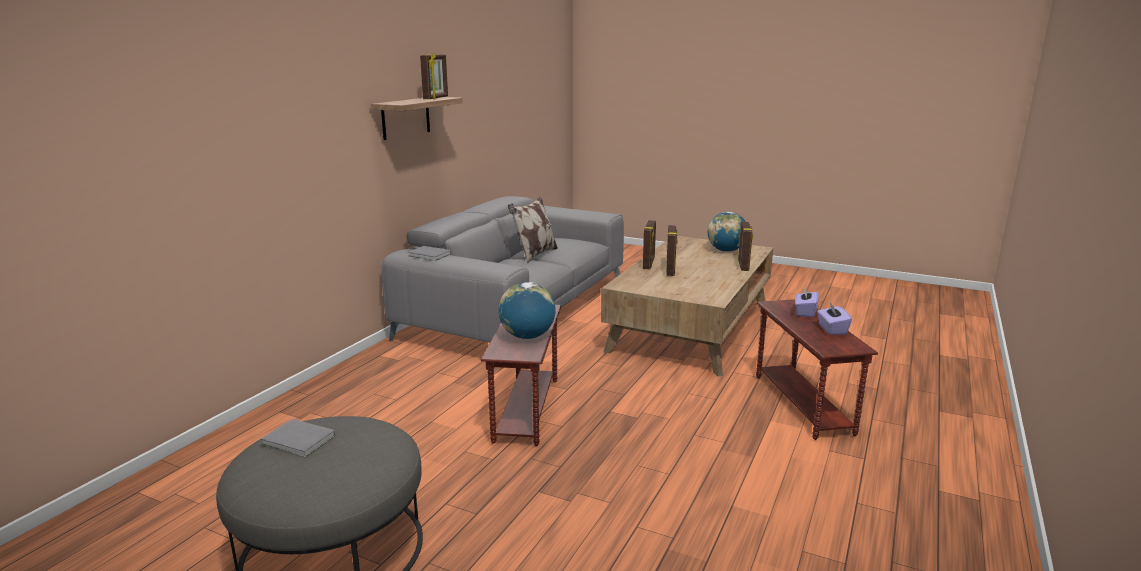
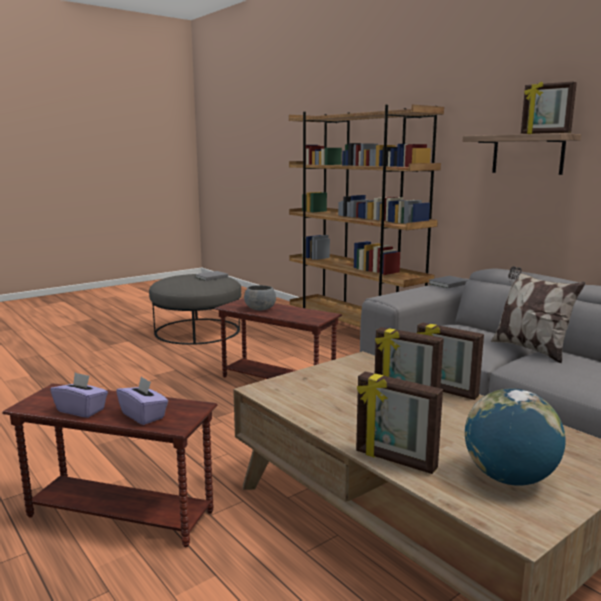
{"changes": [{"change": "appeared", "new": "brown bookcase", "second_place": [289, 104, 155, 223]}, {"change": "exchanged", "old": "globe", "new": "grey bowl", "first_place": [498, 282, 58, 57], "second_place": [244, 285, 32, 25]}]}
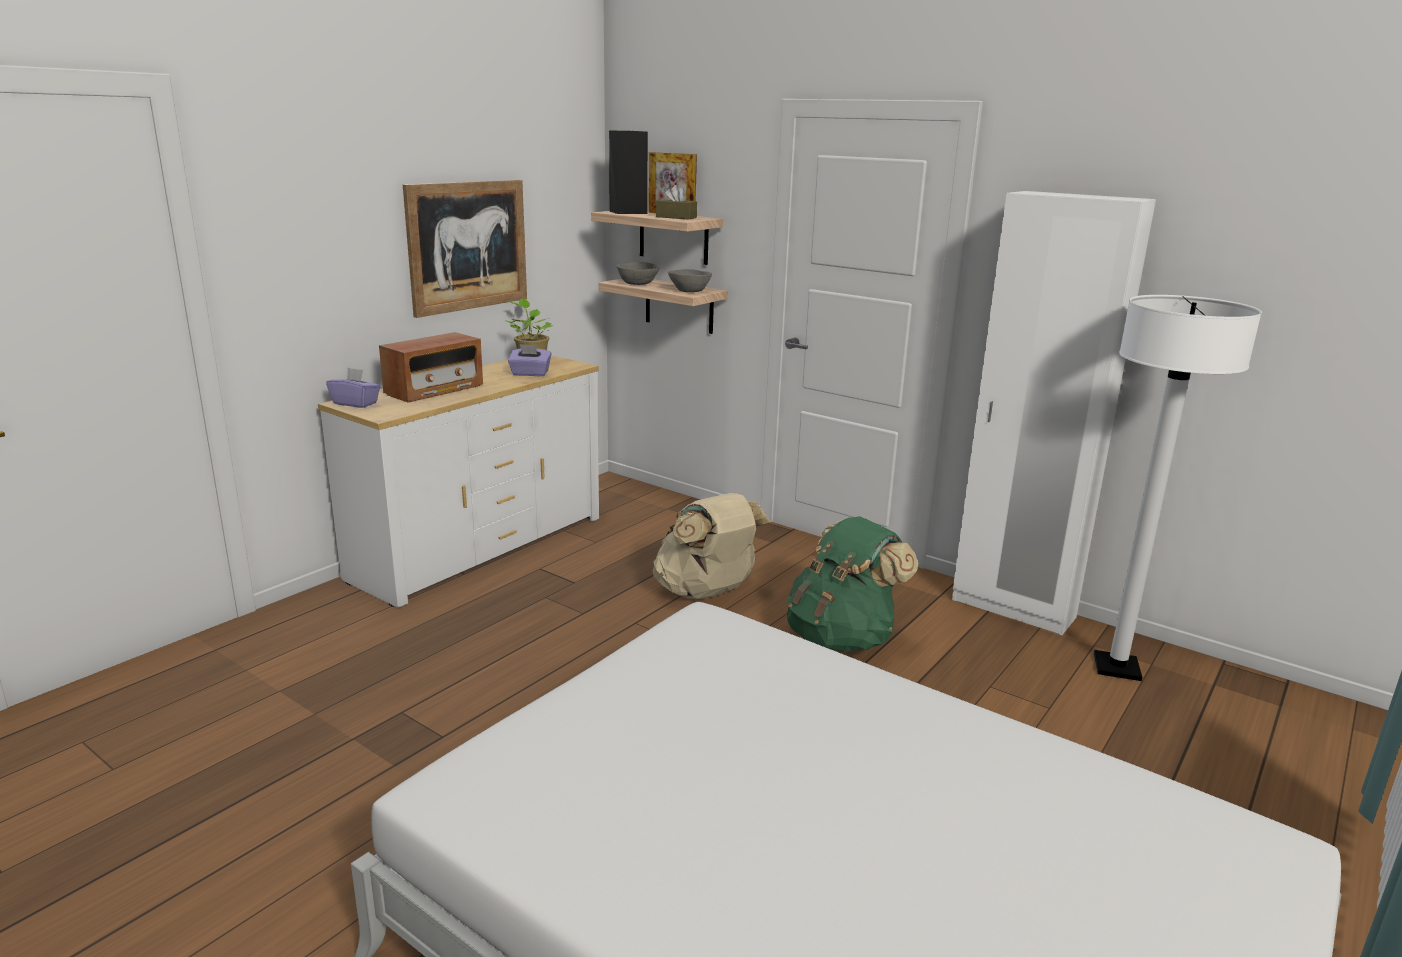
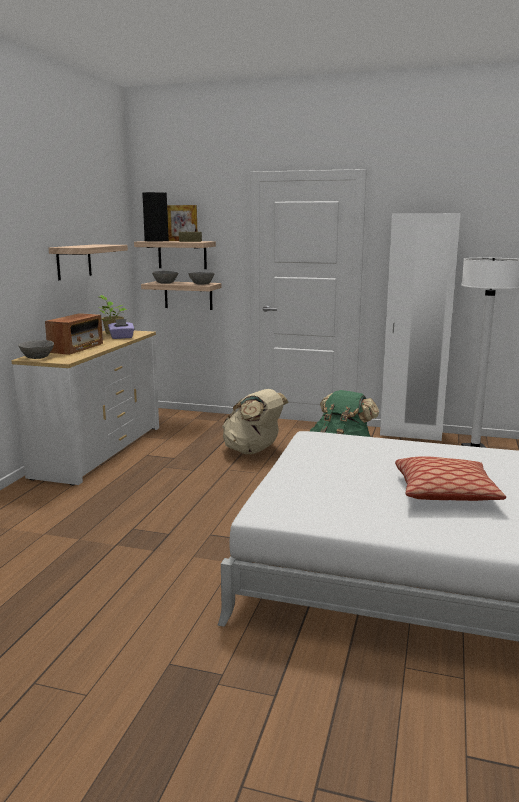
{"changes": [{"change": "appeared", "new": "pillow", "second_place": [395, 456, 111, 45]}, {"change": "exchanged", "old": "purple tissue box", "new": "grey bowl", "first_place": [326, 368, 55, 40], "second_place": [18, 340, 36, 19]}, {"change": "exchanged", "old": "picture", "new": "shelf", "first_place": [403, 180, 124, 138], "second_place": [49, 244, 79, 36]}]}
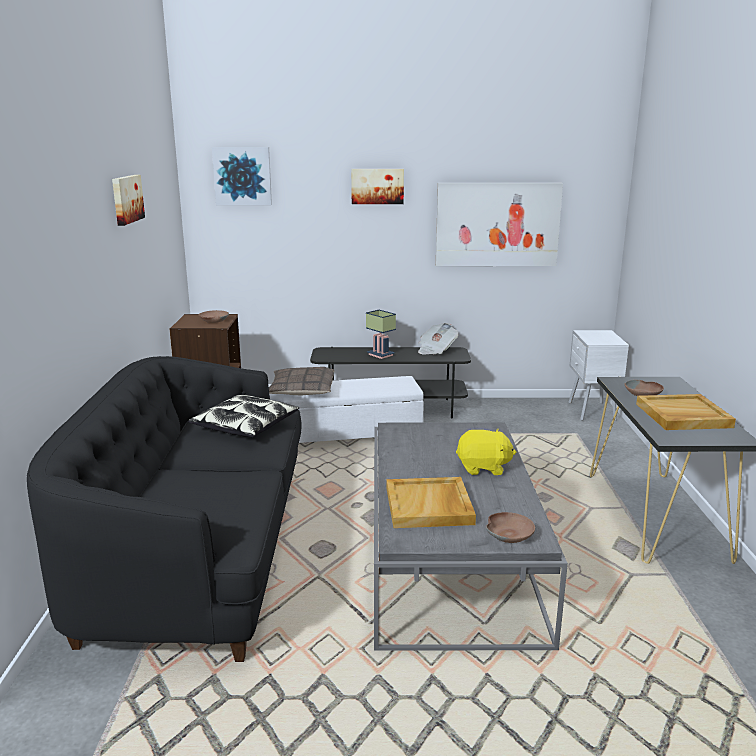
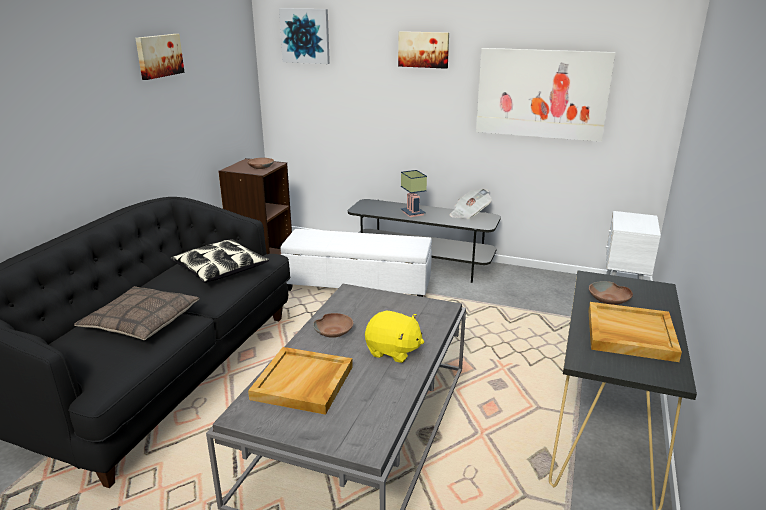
{"changes": [{"change": "relocated", "old": "pillow", "first_place": [269, 367, 65, 28], "second_place": [74, 286, 125, 54]}, {"change": "relocated", "old": "brown bowl", "first_place": [486, 512, 49, 31], "second_place": [313, 313, 40, 25]}]}
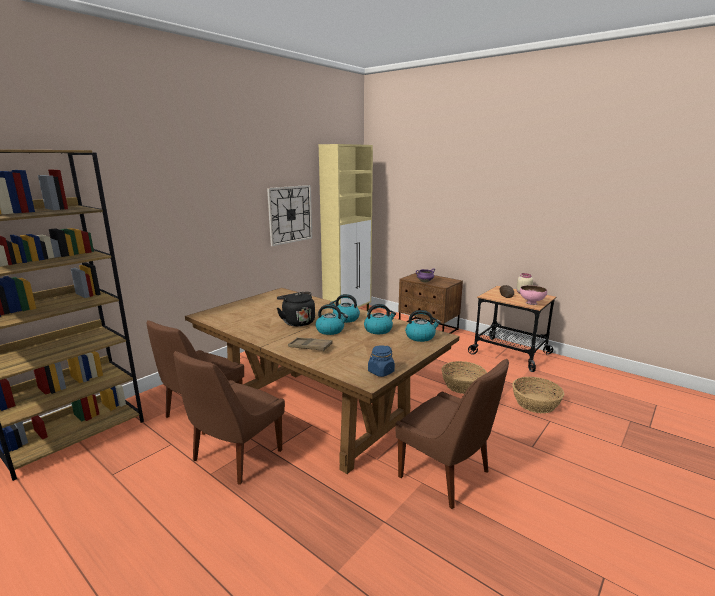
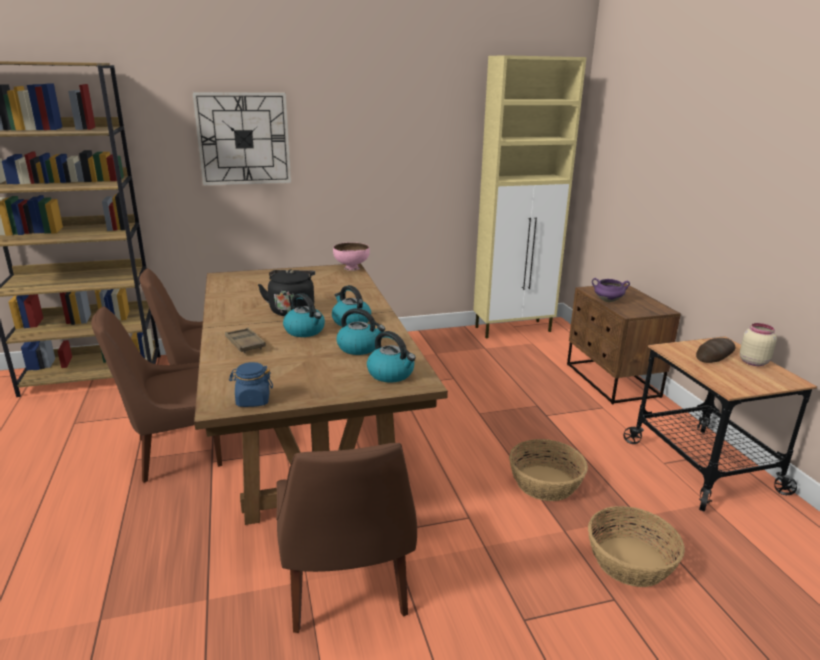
{"changes": [{"change": "relocated", "old": "wall clock", "first_place": [267, 185, 45, 61], "second_place": [192, 92, 99, 94]}, {"change": "relocated", "old": "pink bowl", "first_place": [520, 285, 27, 20], "second_place": [333, 242, 37, 29]}]}
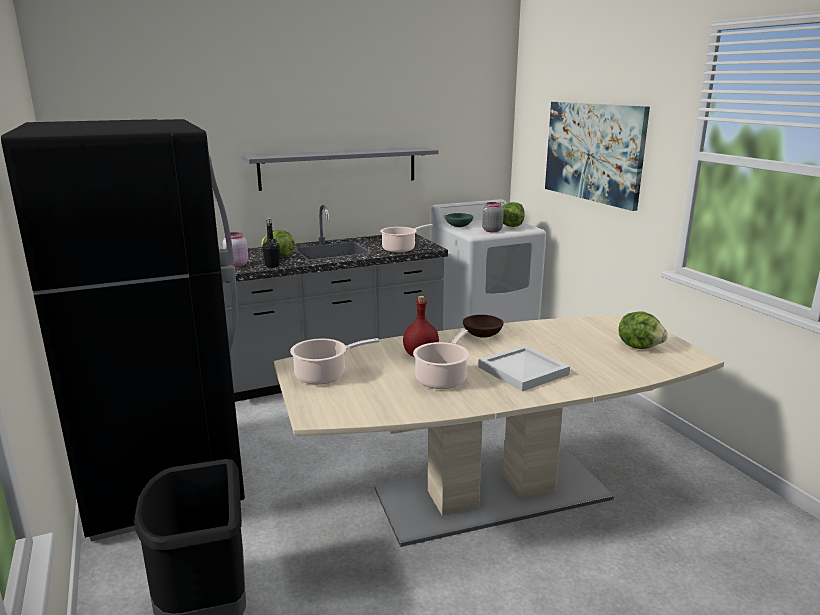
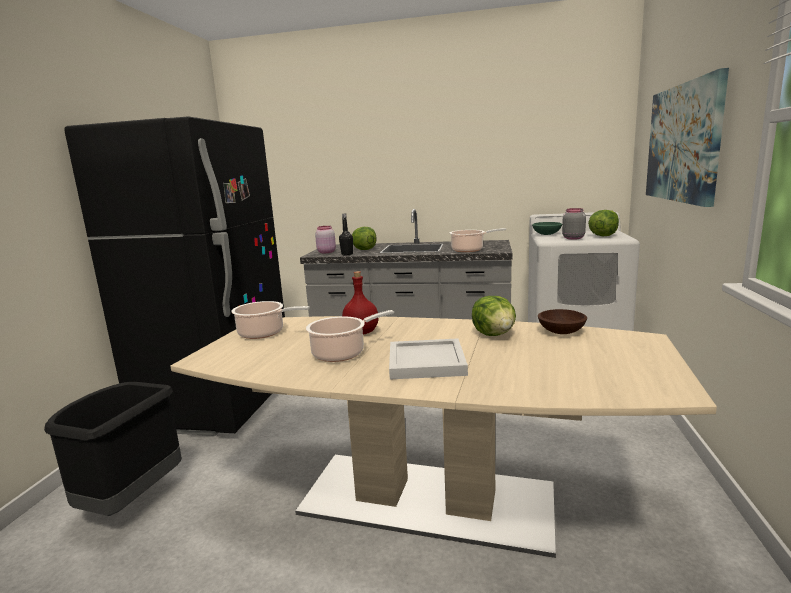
{"changes": [{"change": "missing", "old": "grey shelf", "first_place": [242, 147, 197, 44]}, {"change": "relocated", "old": "brown bowl", "first_place": [463, 315, 41, 23], "second_place": [538, 309, 49, 25]}, {"change": "relocated", "old": "lettuce", "first_place": [619, 311, 49, 38], "second_place": [472, 296, 44, 40]}]}
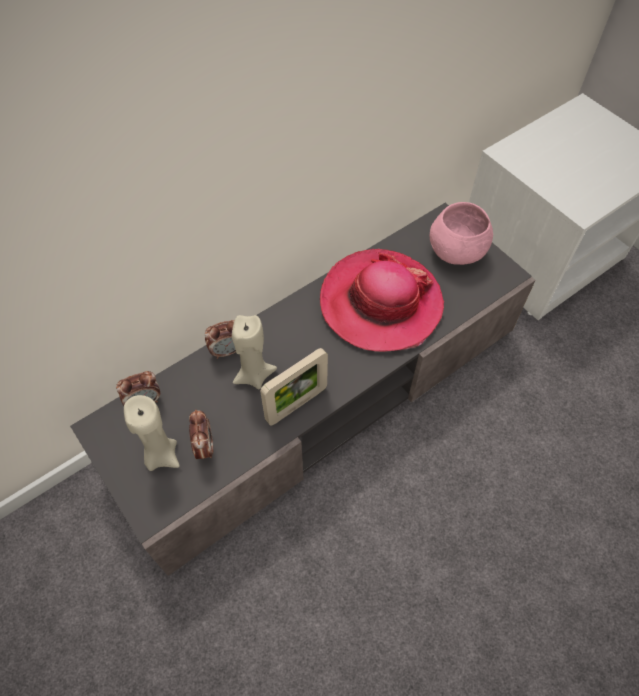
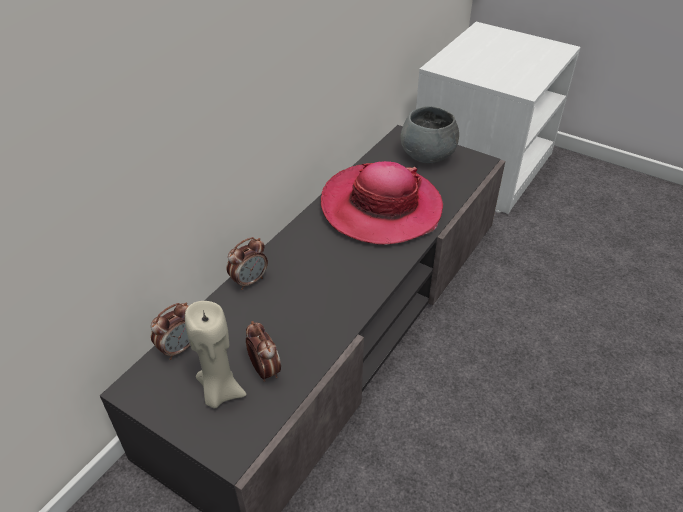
{"changes": [{"change": "missing", "old": "beige candle", "first_place": [232, 315, 45, 74]}, {"change": "missing", "old": "picture frame", "first_place": [260, 348, 68, 78]}, {"change": "colour", "old": "pink bowl", "new": "grey bowl", "first_place": [430, 202, 63, 63], "second_place": [400, 106, 59, 57]}]}
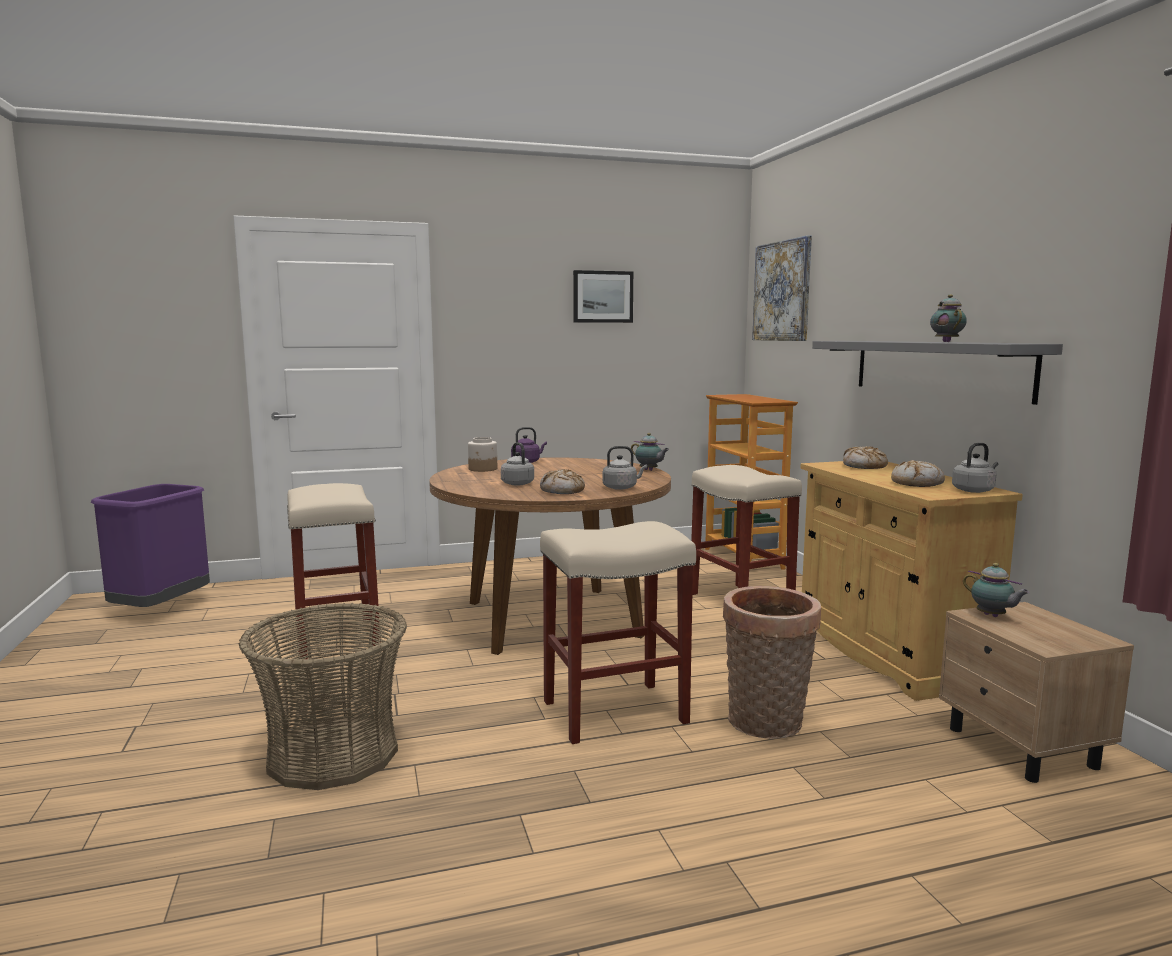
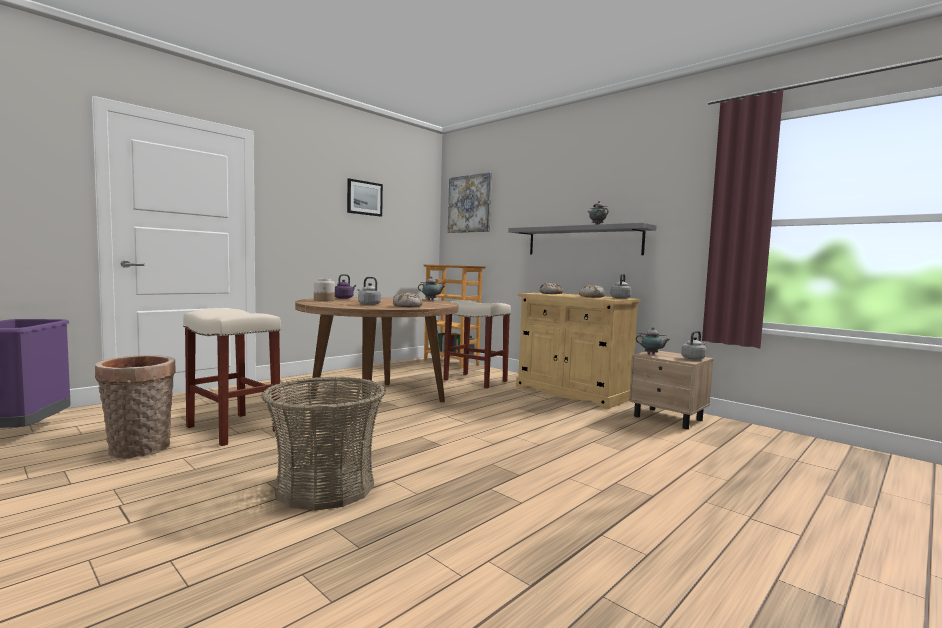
{"changes": [{"change": "missing", "old": "beige stool", "first_place": [540, 521, 156, 223]}, {"change": "relocated", "old": "grey kettle", "first_place": [603, 446, 44, 44], "second_place": [681, 331, 25, 29]}, {"change": "relocated", "old": "basket", "first_place": [723, 586, 98, 153], "second_place": [95, 355, 81, 104]}]}
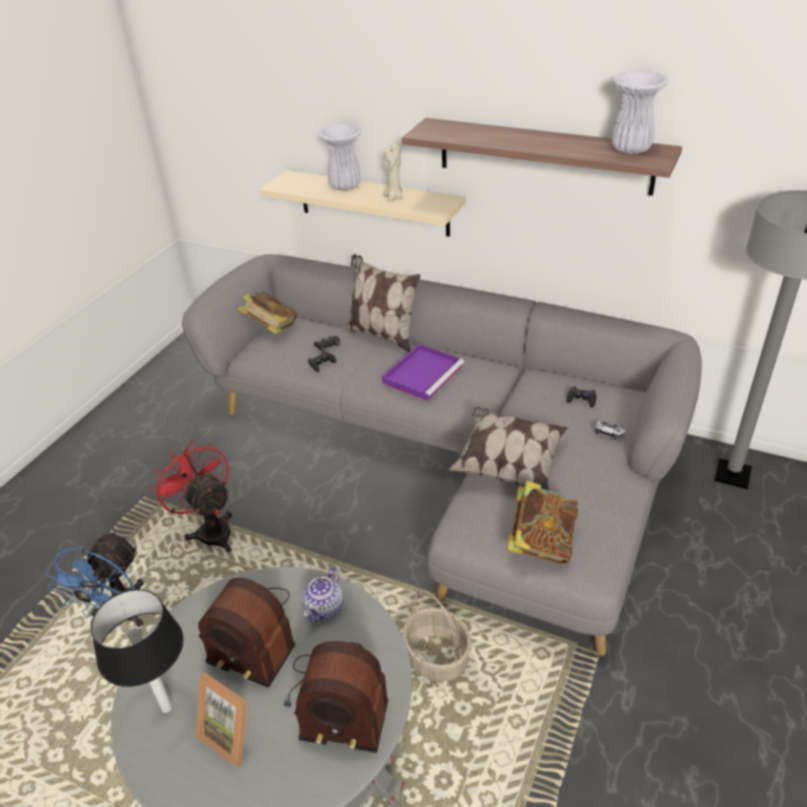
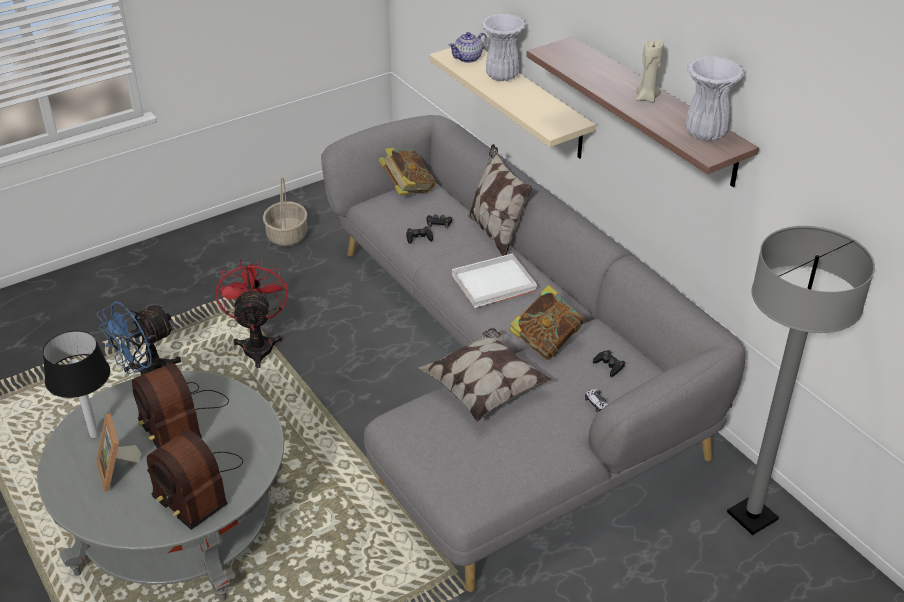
{"changes": [{"change": "relocated", "old": "teapot", "first_place": [302, 567, 42, 55], "second_place": [449, 32, 39, 31]}, {"change": "relocated", "old": "beige candle", "first_place": [383, 144, 20, 57], "second_place": [636, 39, 28, 64]}, {"change": "relocated", "old": "basket", "first_place": [402, 590, 69, 92], "second_place": [263, 177, 45, 70]}, {"change": "relocated", "old": "book", "first_place": [506, 481, 72, 83], "second_place": [509, 285, 75, 75]}, {"change": "colour", "old": "purple tray", "new": "white tray", "first_place": [382, 344, 82, 57], "second_place": [452, 253, 85, 55]}]}
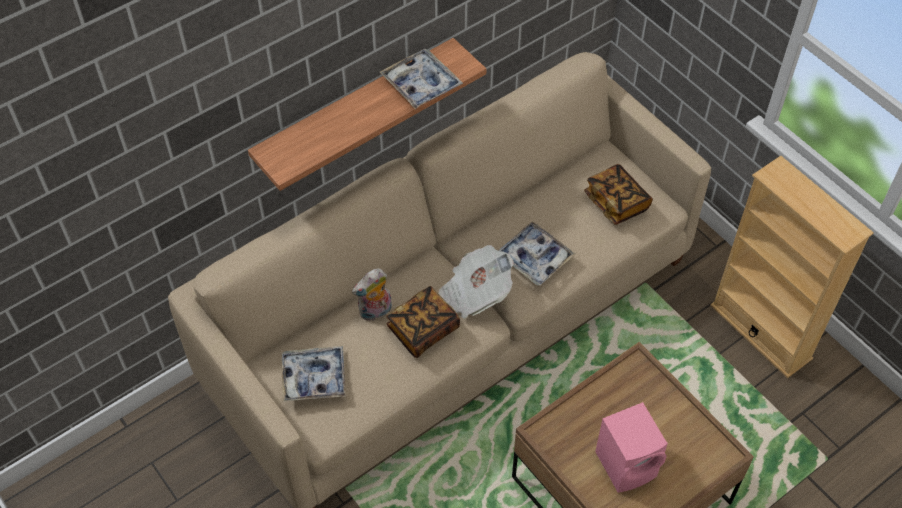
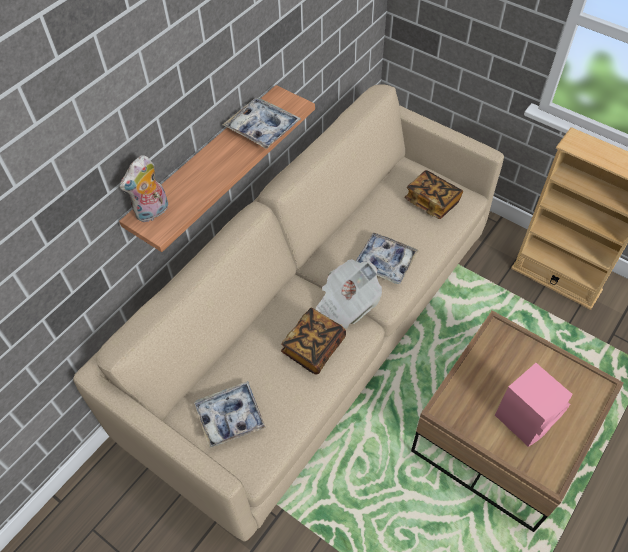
{"changes": [{"change": "relocated", "old": "plush toy", "first_place": [352, 268, 40, 53], "second_place": [120, 155, 48, 67]}]}
